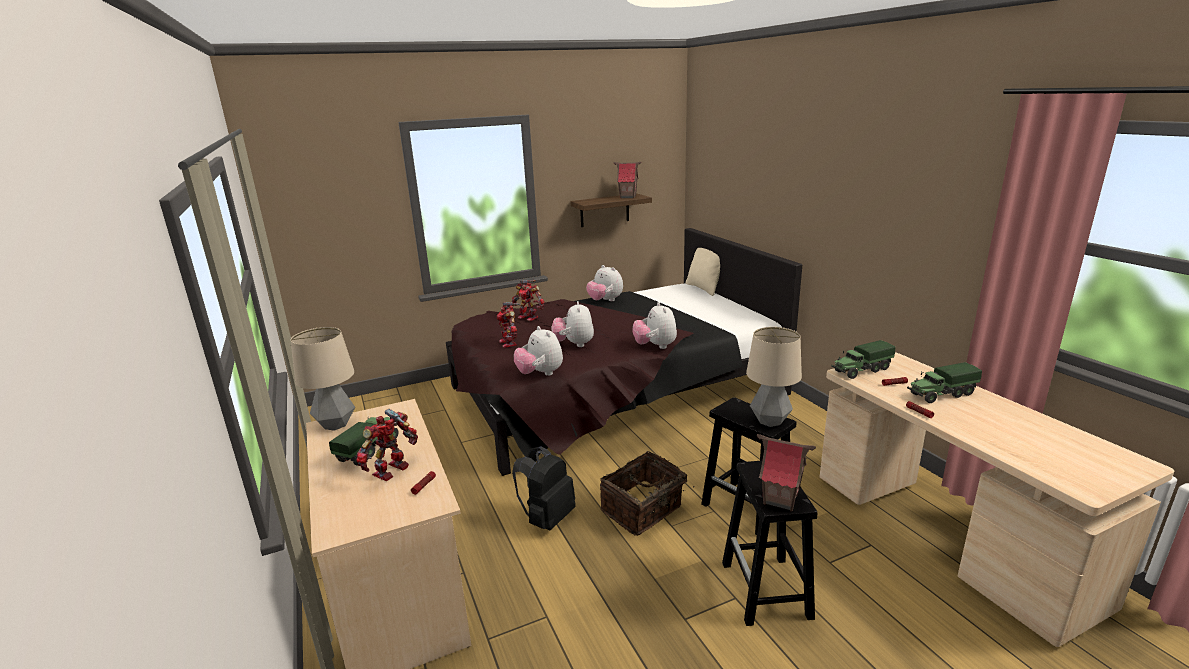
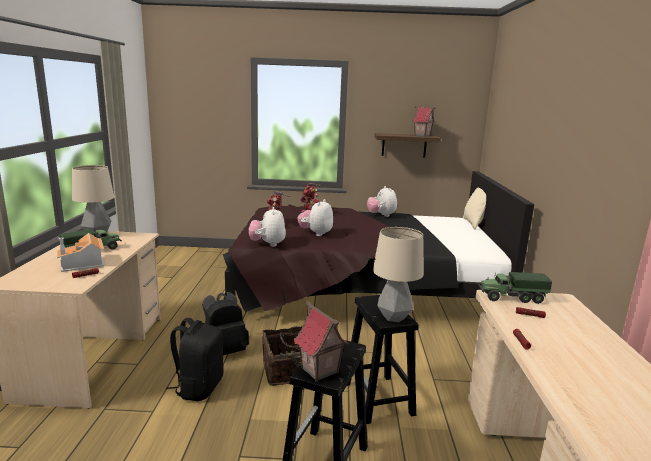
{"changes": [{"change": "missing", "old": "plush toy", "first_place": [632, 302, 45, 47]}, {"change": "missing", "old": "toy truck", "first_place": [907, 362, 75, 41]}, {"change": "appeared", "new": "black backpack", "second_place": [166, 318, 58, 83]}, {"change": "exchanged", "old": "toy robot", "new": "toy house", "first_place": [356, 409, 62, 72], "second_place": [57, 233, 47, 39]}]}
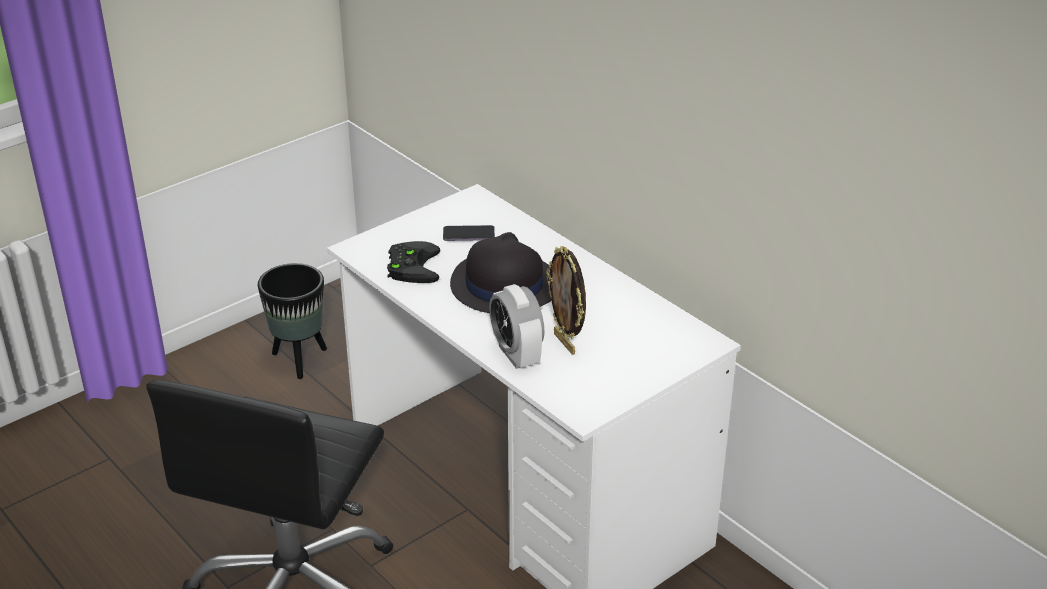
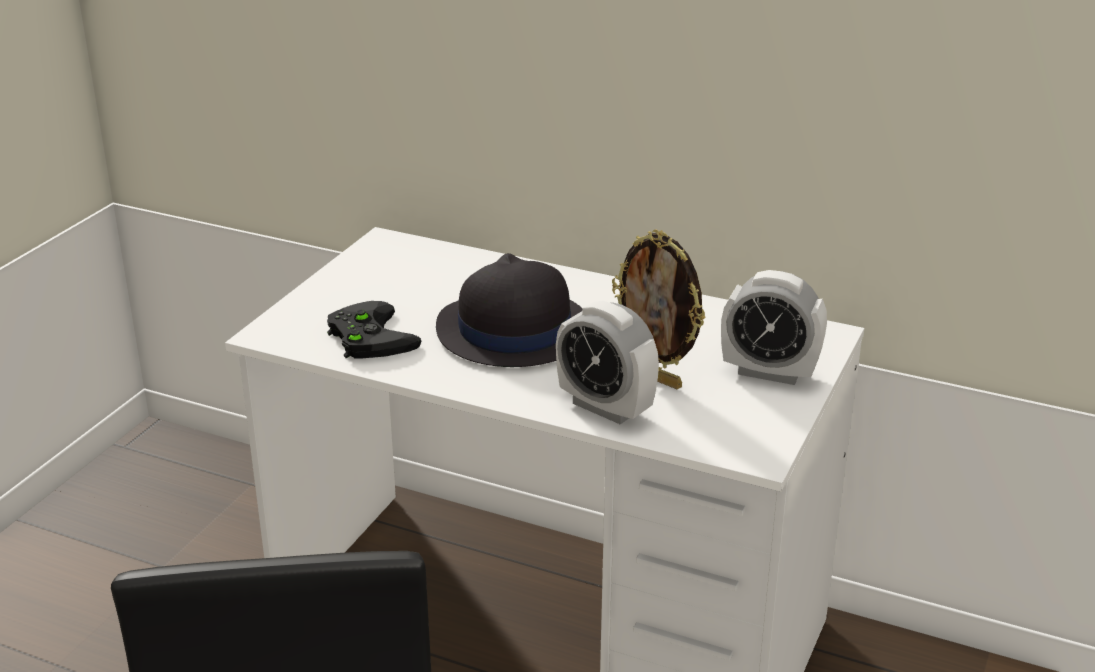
{"changes": [{"change": "missing", "old": "black planter", "first_place": [258, 263, 69, 116]}, {"change": "missing", "old": "phone", "first_place": [443, 225, 52, 16]}, {"change": "appeared", "new": "alarm clock", "second_place": [721, 270, 106, 115]}]}
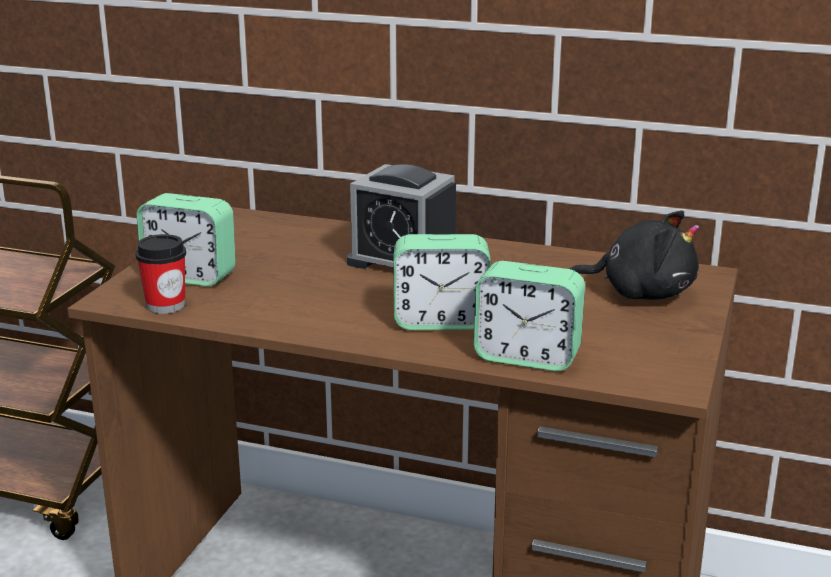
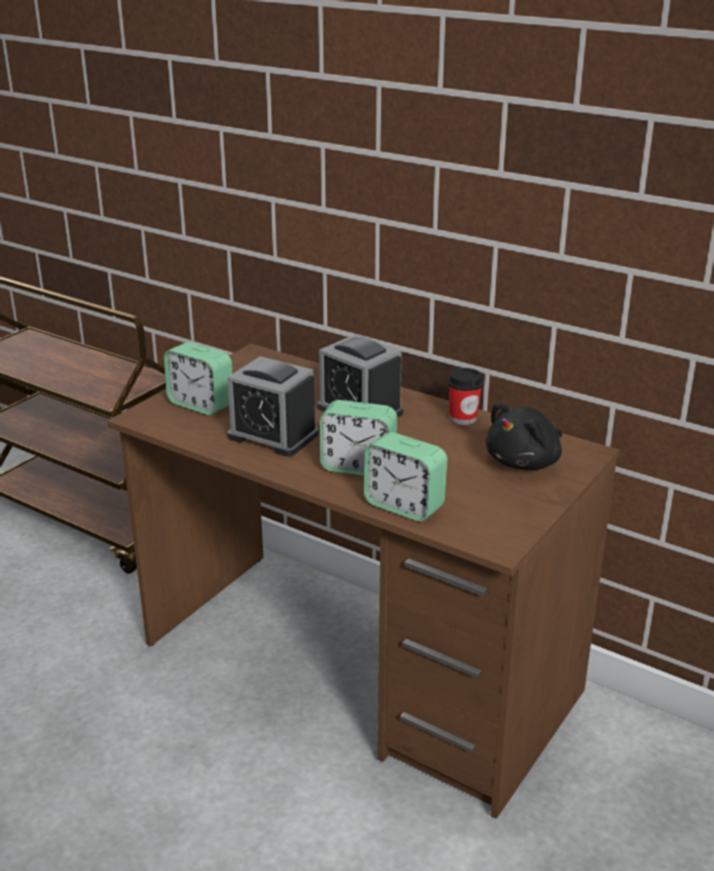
{"changes": [{"change": "appeared", "new": "alarm clock", "second_place": [227, 356, 92, 101]}, {"change": "relocated", "old": "cup", "first_place": [135, 234, 51, 80], "second_place": [448, 368, 35, 57]}, {"change": "spun", "old": "black plush toy", "first_place": [569, 210, 130, 90], "second_place": [486, 402, 76, 68], "degrees": 105}]}
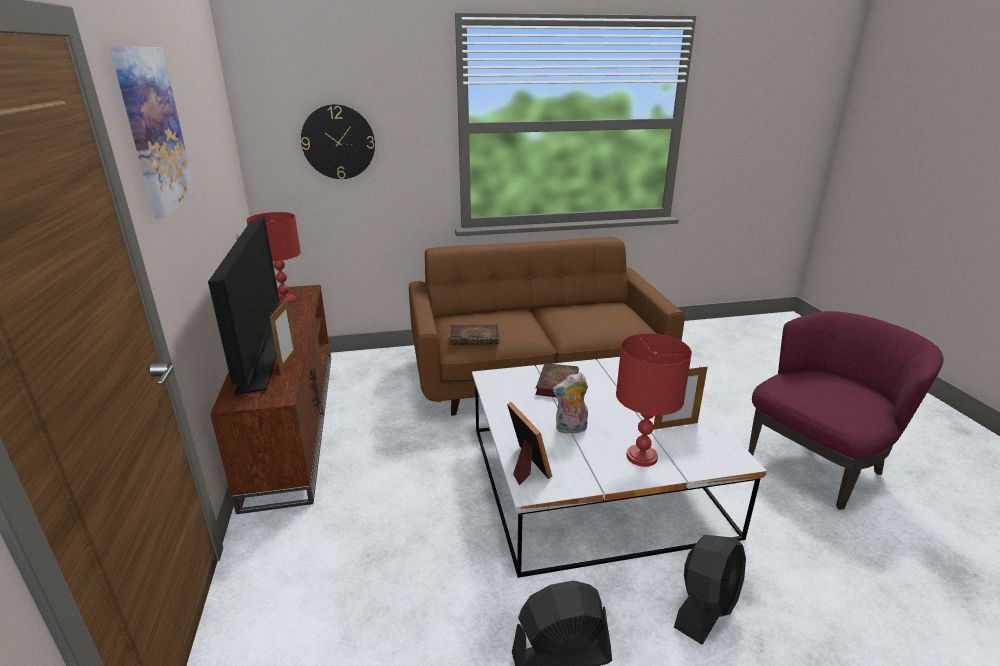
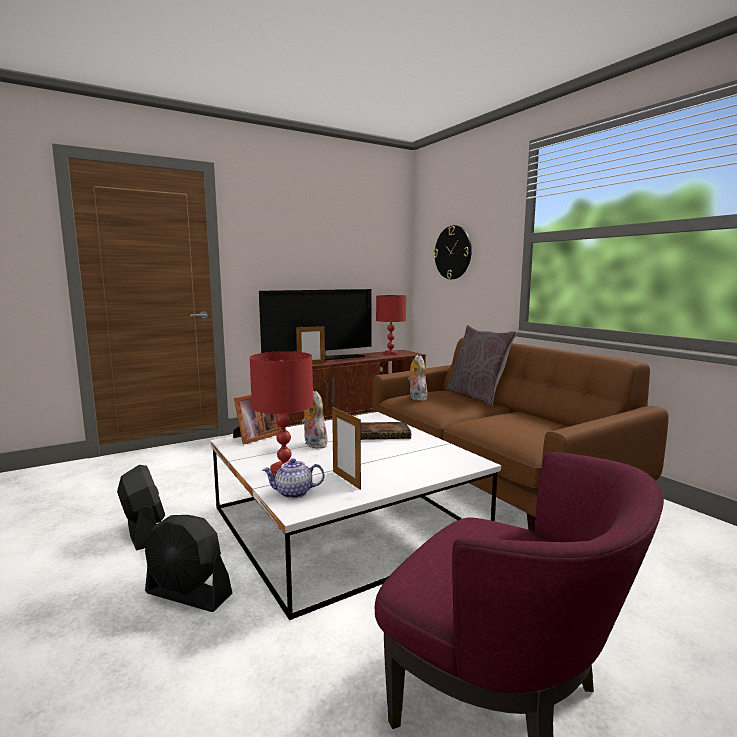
{"changes": [{"change": "missing", "old": "picture", "first_place": [109, 46, 87, 173]}, {"change": "appeared", "new": "teapot", "second_place": [262, 458, 63, 41]}, {"change": "appeared", "new": "grey pillow", "second_place": [446, 325, 71, 82]}, {"change": "exchanged", "old": "book", "new": "plush toy", "first_place": [450, 325, 49, 20], "second_place": [408, 355, 20, 46]}]}
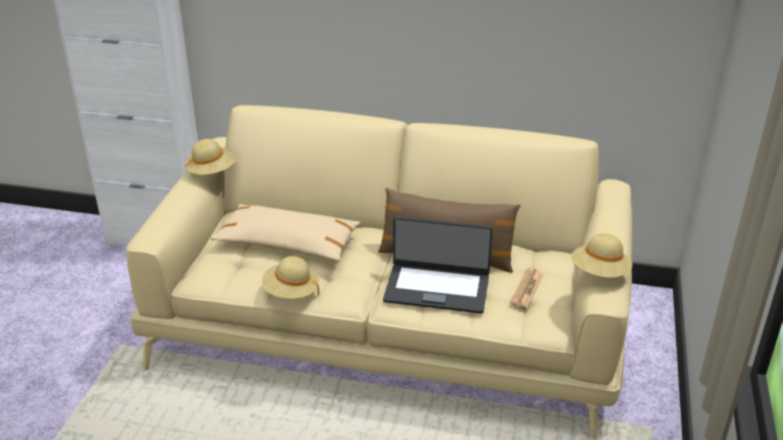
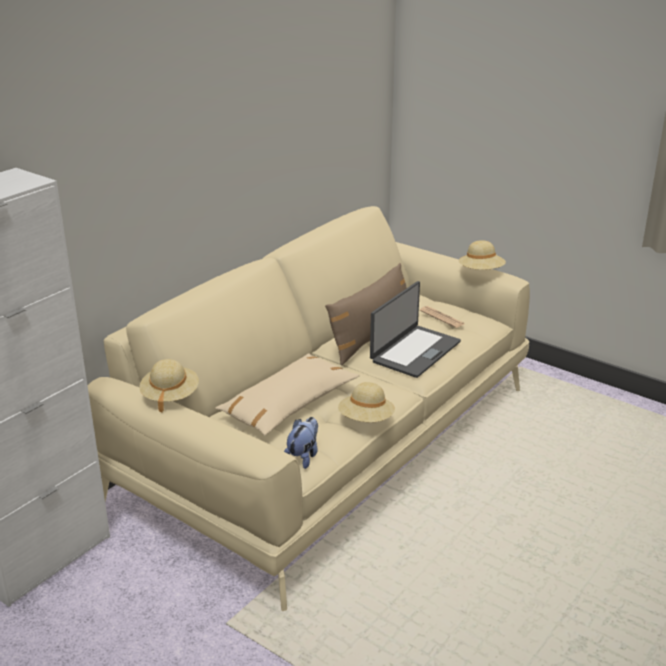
{"changes": [{"change": "appeared", "new": "plush toy", "second_place": [284, 417, 34, 52]}]}
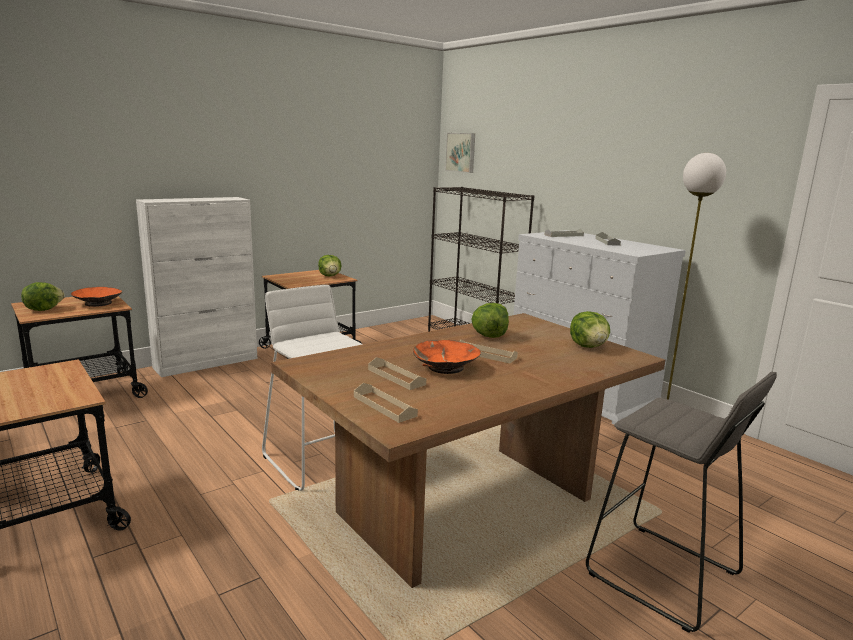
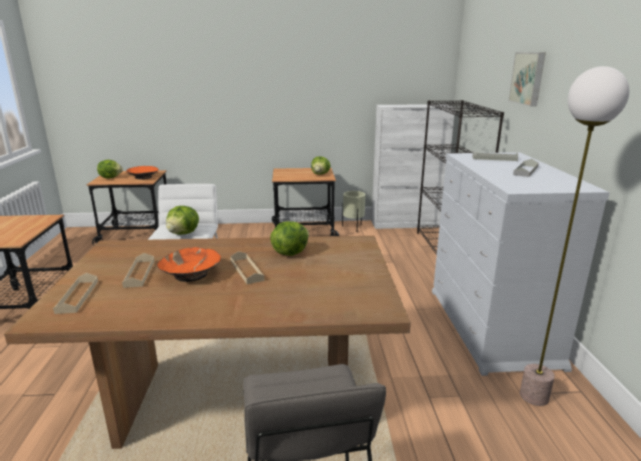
{"changes": [{"change": "appeared", "new": "beige planter", "second_place": [342, 191, 23, 41]}, {"change": "relocated", "old": "white cabinet", "first_place": [136, 197, 121, 180], "second_place": [371, 104, 84, 125]}, {"change": "relocated", "old": "picture", "first_place": [445, 133, 30, 40], "second_place": [508, 52, 38, 54]}, {"change": "relocated", "old": "lettuce", "first_place": [570, 311, 40, 37], "second_place": [166, 206, 33, 29]}]}
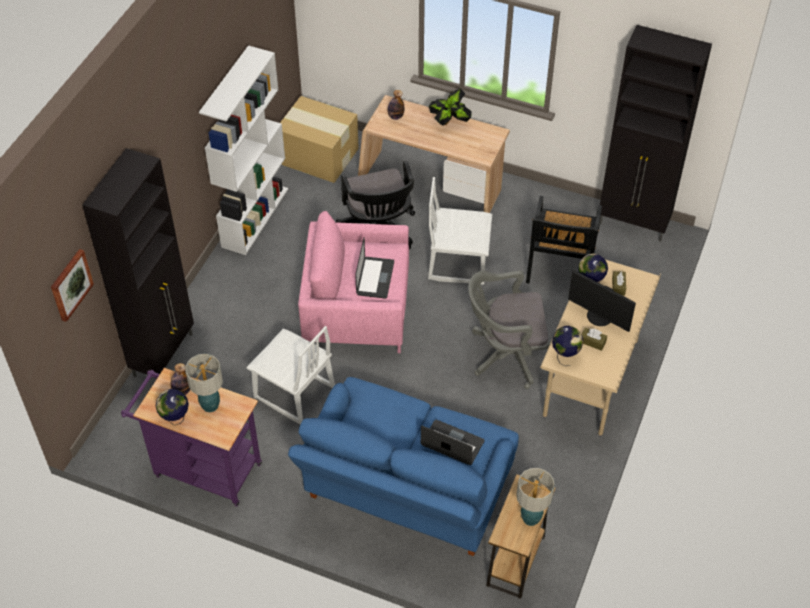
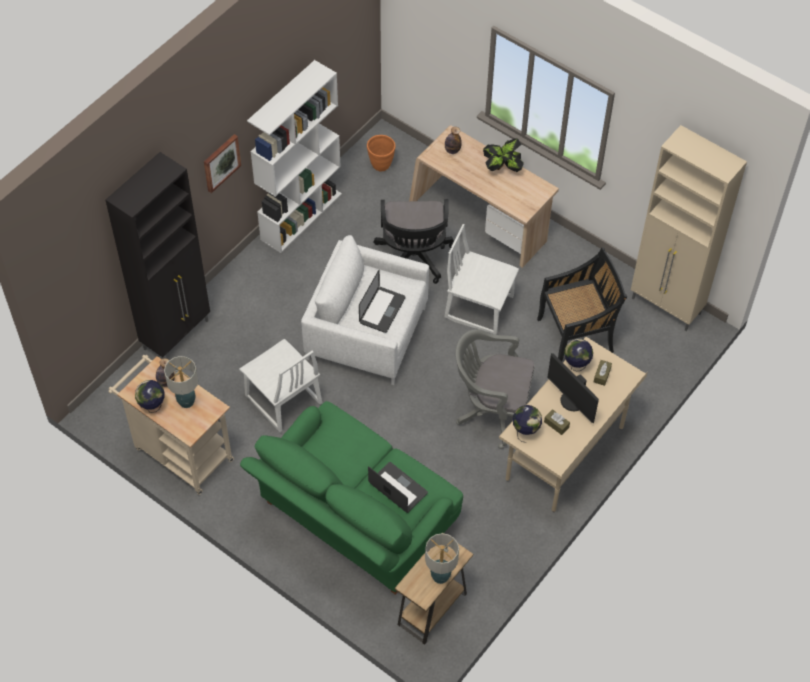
{"changes": [{"change": "relocated", "old": "picture", "first_place": [51, 249, 43, 73], "second_place": [204, 134, 37, 59]}, {"change": "exchanged", "old": "cardboard box", "new": "orange planter", "first_place": [280, 96, 79, 87], "second_place": [367, 135, 28, 36]}, {"change": "colour", "old": "purple cart", "new": "beige cart", "first_place": [121, 368, 141, 139], "second_place": [108, 355, 126, 140]}, {"change": "colour", "old": "blue sofa", "new": "green sofa", "first_place": [288, 377, 231, 179], "second_place": [240, 401, 223, 194]}, {"change": "colour", "old": "pink armchair", "new": "white armchair", "first_place": [298, 211, 111, 142], "second_place": [301, 235, 128, 150]}, {"change": "colour", "old": "black cabinet", "new": "beige cabinet", "first_place": [600, 25, 112, 217], "second_place": [631, 125, 116, 206]}, {"change": "spun", "old": "black chair", "first_place": [526, 196, 76, 87], "second_place": [537, 247, 90, 115], "degrees": -135}]}
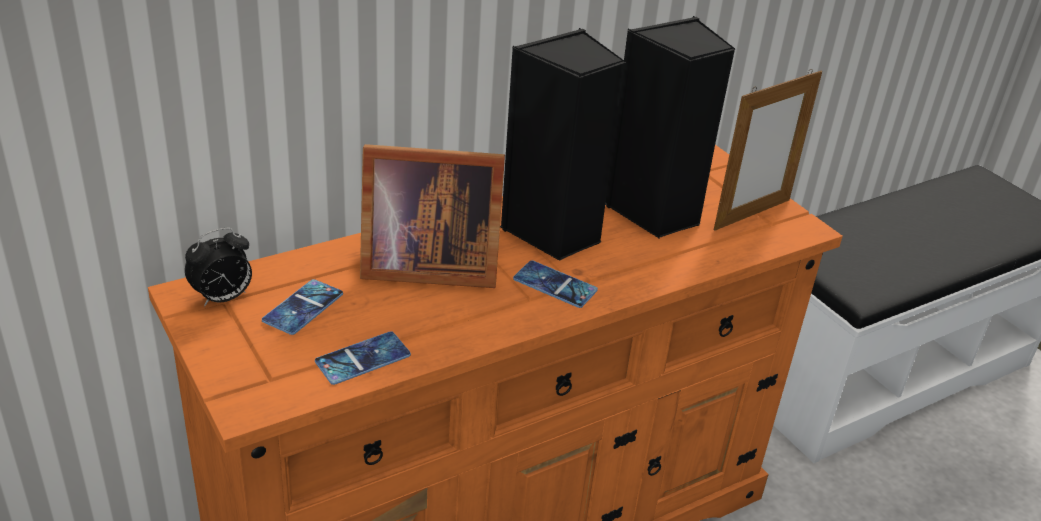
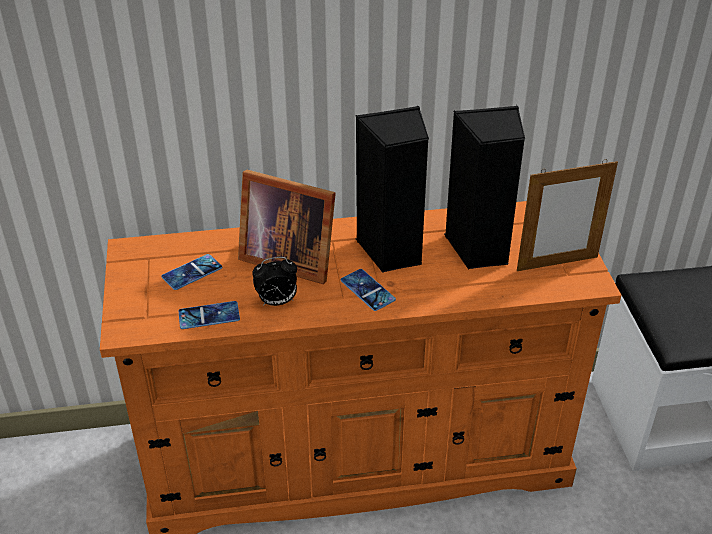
{"changes": [{"change": "relocated", "old": "alarm clock", "first_place": [185, 228, 67, 79], "second_place": [252, 257, 45, 49]}]}
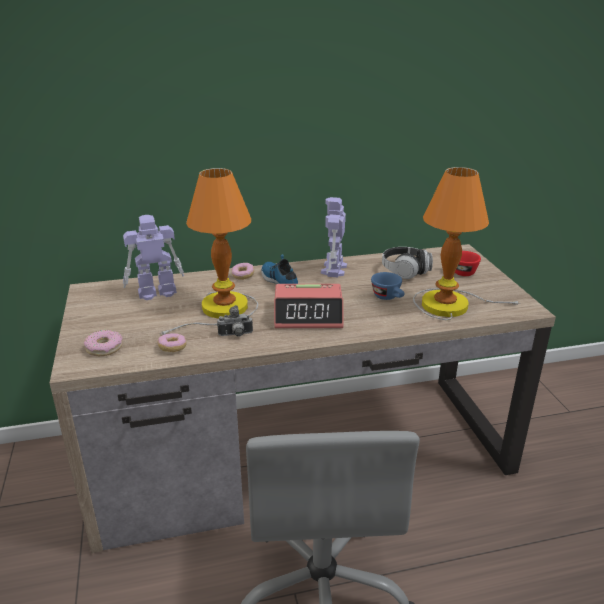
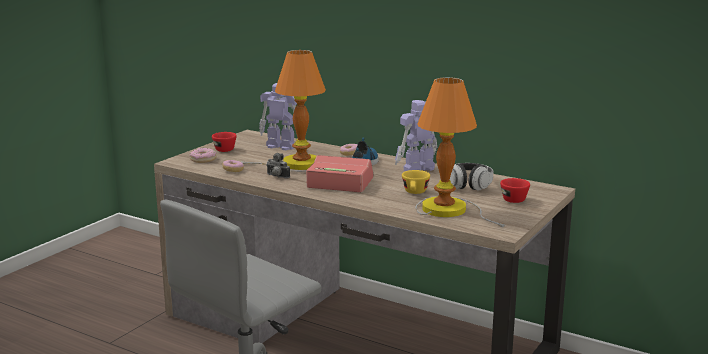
{"changes": [{"change": "appeared", "new": "red cup", "second_place": [212, 132, 25, 20]}, {"change": "colour", "old": "blue cup", "new": "yellow cup", "first_place": [371, 272, 34, 28], "second_place": [402, 170, 28, 24]}, {"change": "spun", "old": "alarm clock", "first_place": [274, 284, 70, 44], "second_place": [306, 155, 67, 37], "degrees": 150}]}
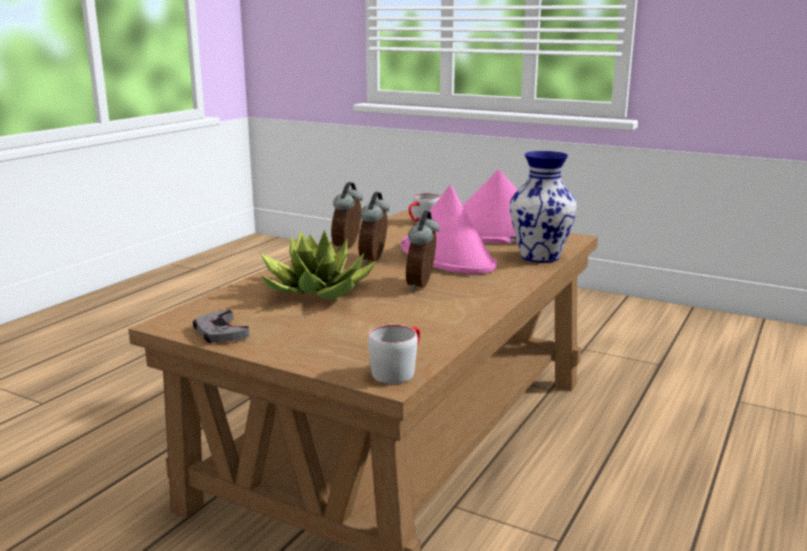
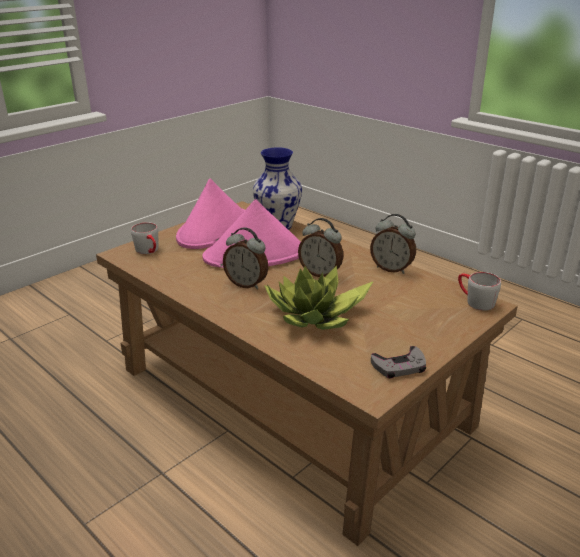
{"changes": [{"change": "relocated", "old": "alarm clock", "first_place": [331, 182, 32, 68], "second_place": [370, 214, 46, 60]}]}
